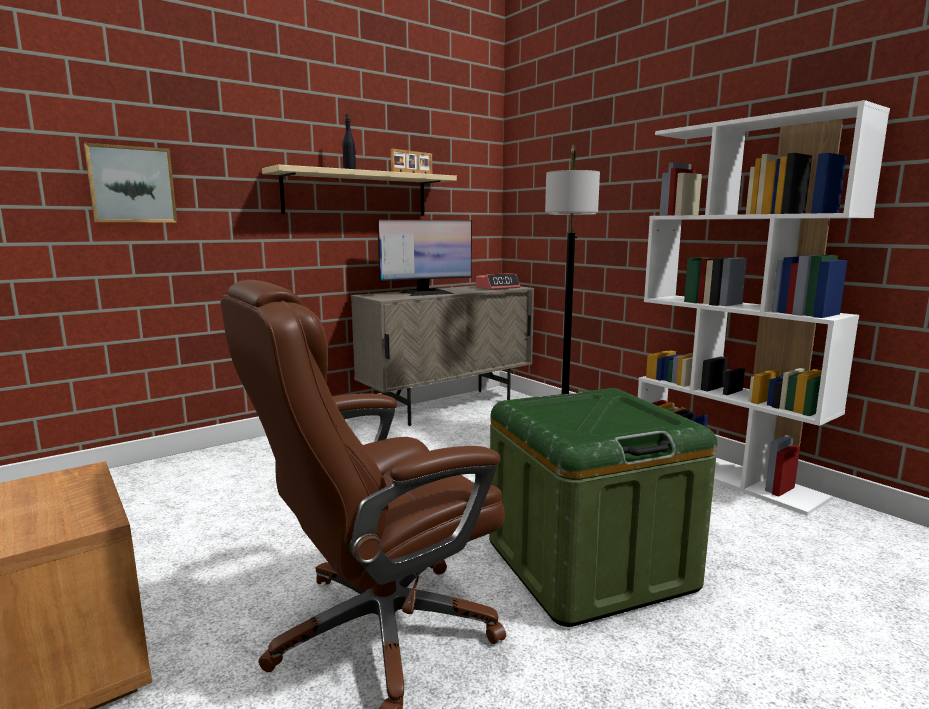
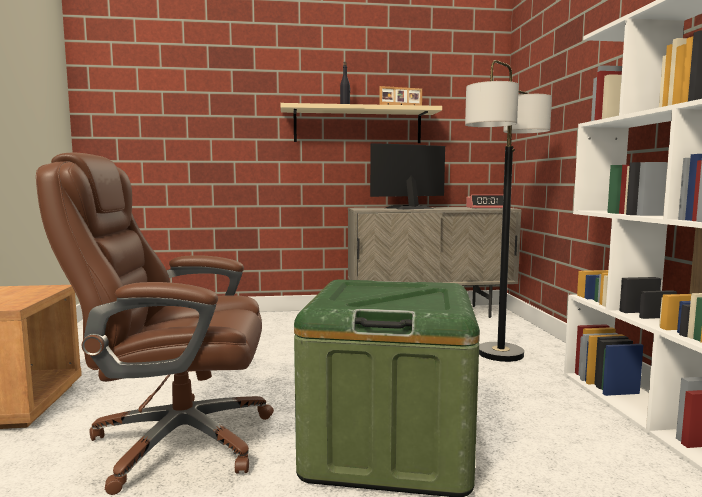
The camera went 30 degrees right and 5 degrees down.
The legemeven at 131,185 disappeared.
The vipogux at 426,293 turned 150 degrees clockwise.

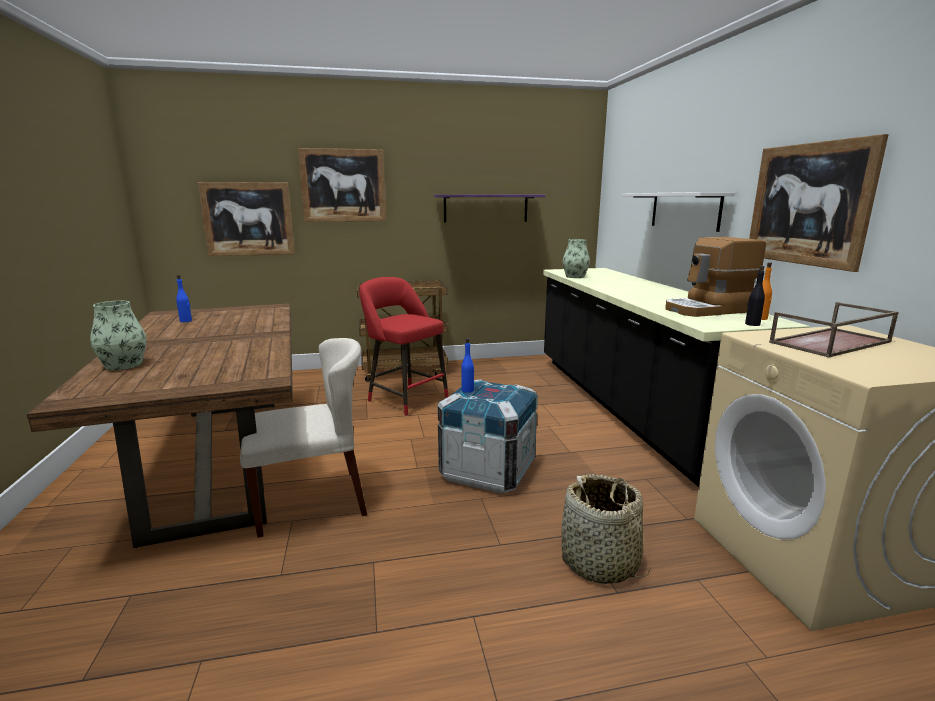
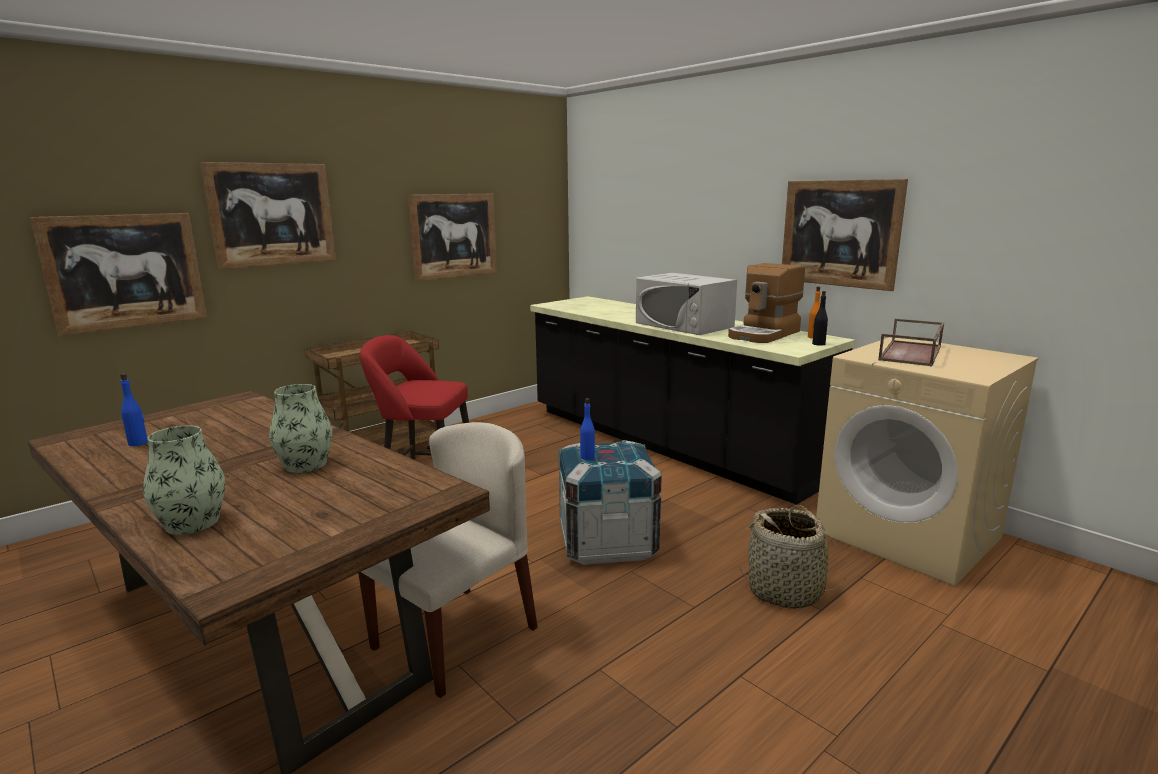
The camera went 30 degrees left and 0 degrees up.
The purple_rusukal at 486,208 was replaced by the legemeven at 454,236.
The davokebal moved from 575,276 to 305,464.
The white_rusukal at 684,210 disappeared.
The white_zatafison at 684,325 appeared.

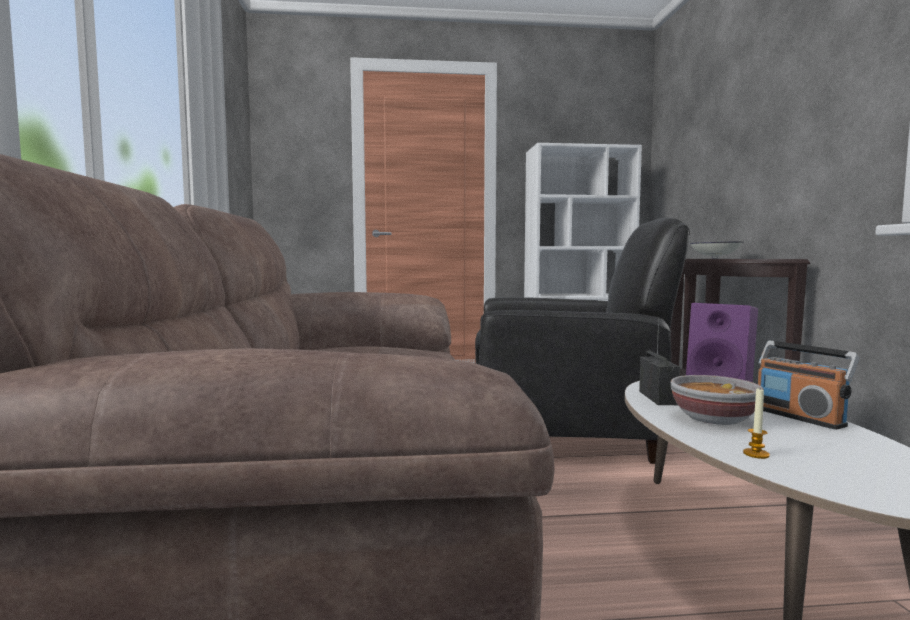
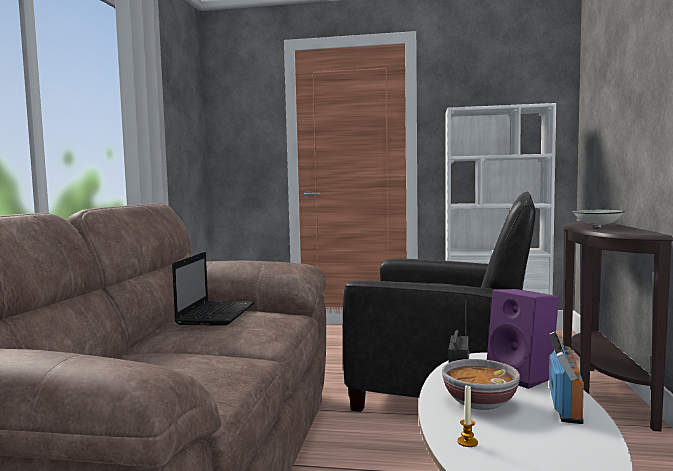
The camera went 15 degrees right and 0 degrees up.
The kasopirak at 799,417 turned 150 degrees counterclockwise.
The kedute at 217,314 appeared.

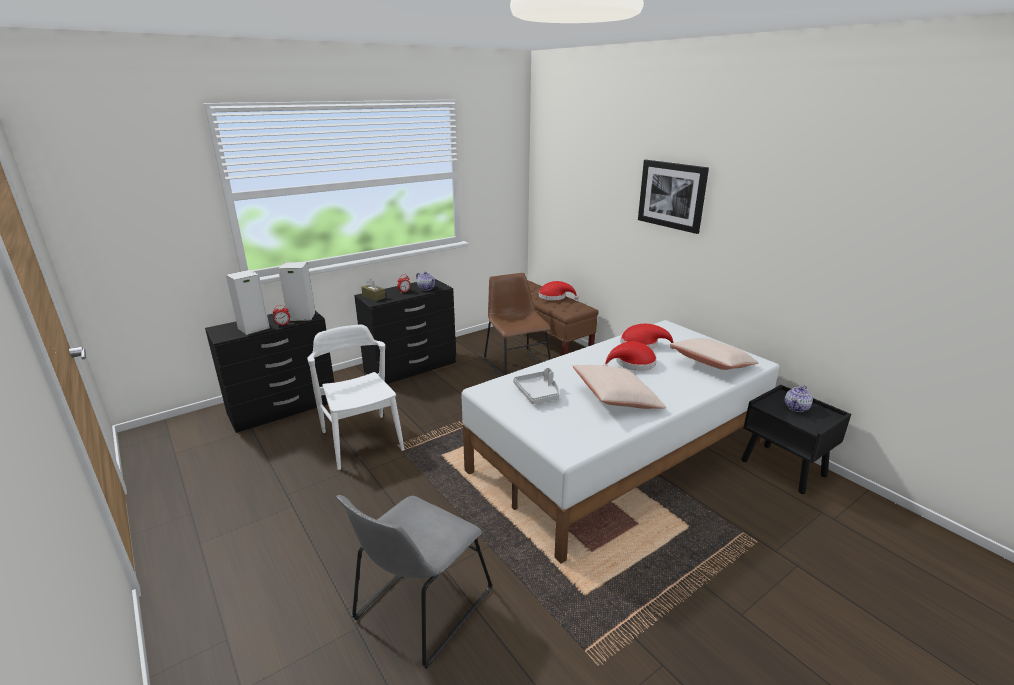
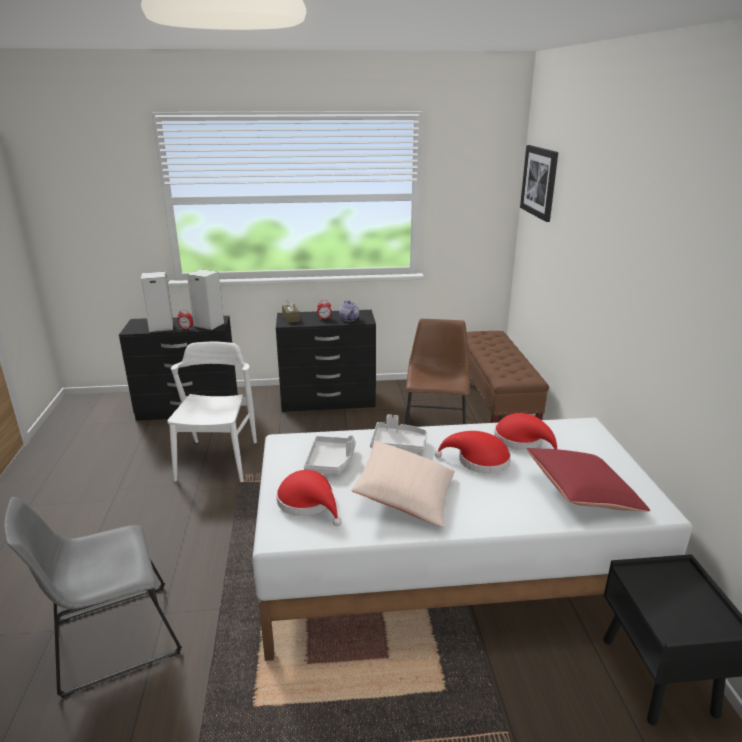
The camera went 30 degrees right and 0 degrees up.
The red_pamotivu moved from 554,297 to 308,502.
The legemeven moved from 672,195 to 539,182.
The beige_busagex at 712,365 became the red_busagex at 582,494.
The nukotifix at 796,407 disappeared.
The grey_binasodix at 398,444 appeared.

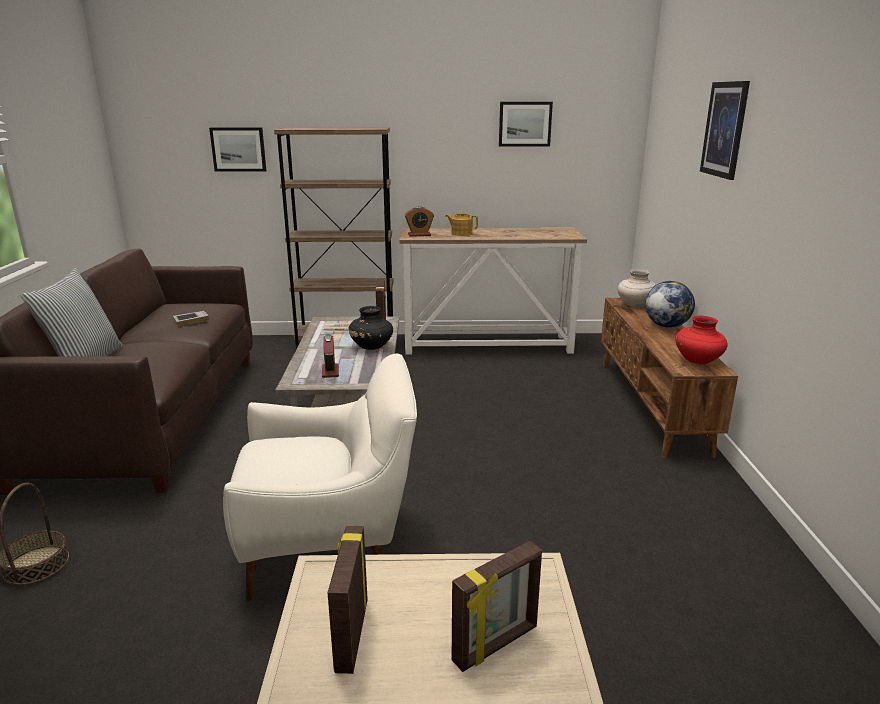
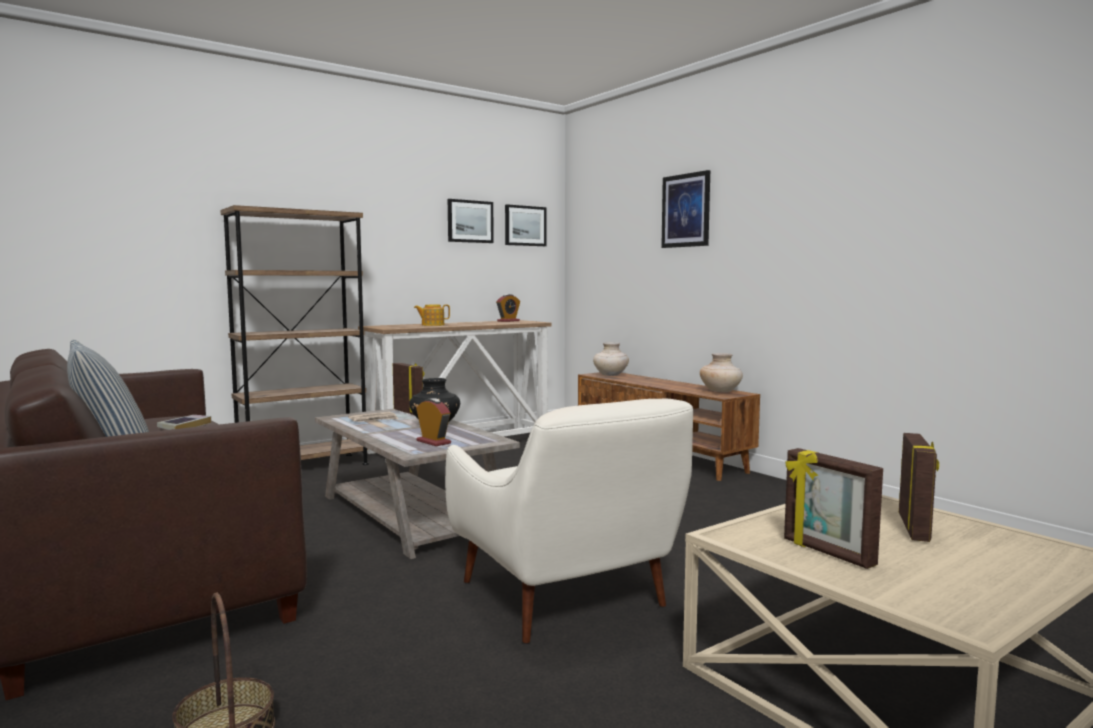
The camera went 35 degrees left and 15 degrees down.
The legemeven moved from 238,149 to 525,226.
The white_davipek at 330,546 turned 105 degrees clockwise.
The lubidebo moved from 419,235 to 508,321.
The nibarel at 666,326 disappeared.
The red_davokebal at 698,361 became the beige_davokebal at 721,391.

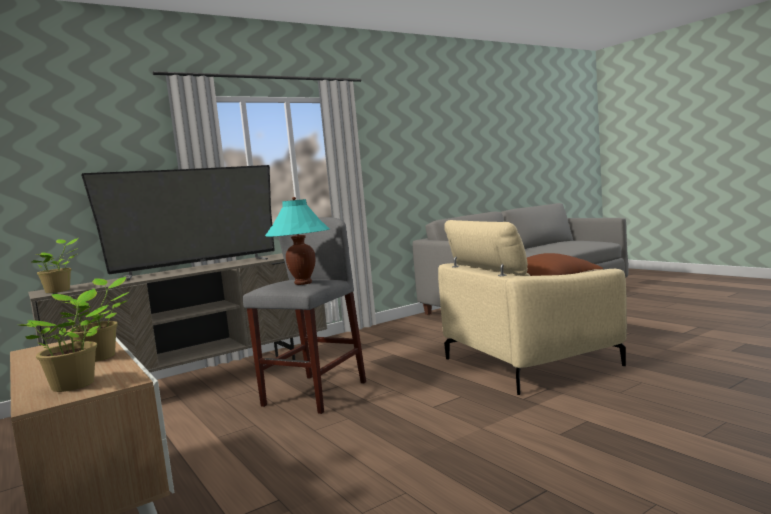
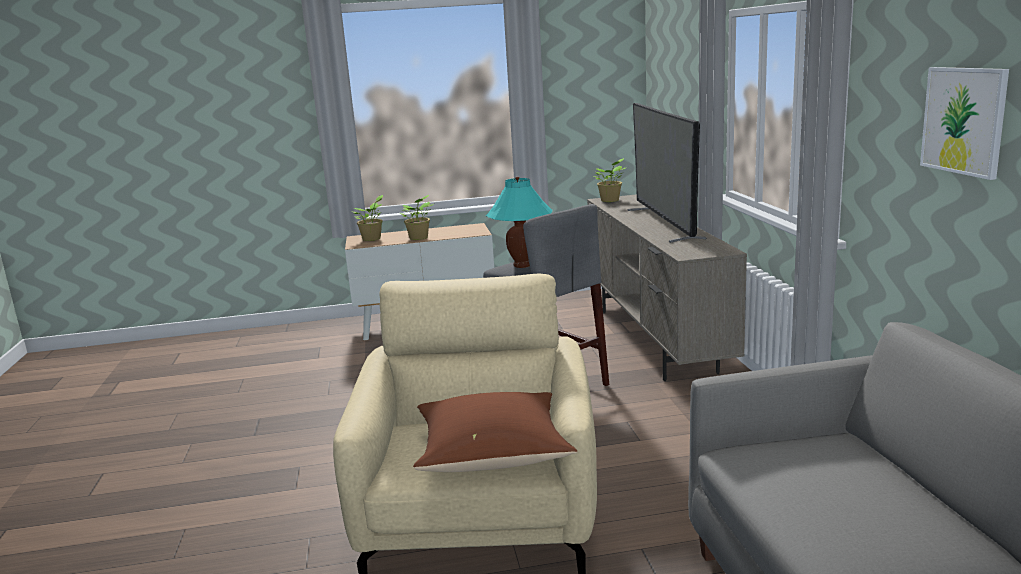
The camera went 115 degrees right and 10 degrees up.
The legemeven at 964,120 appeared.

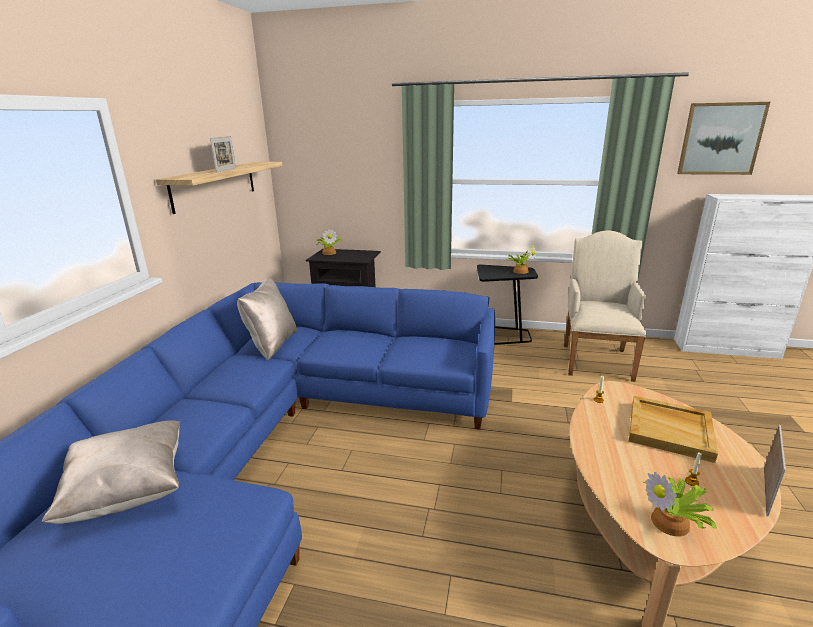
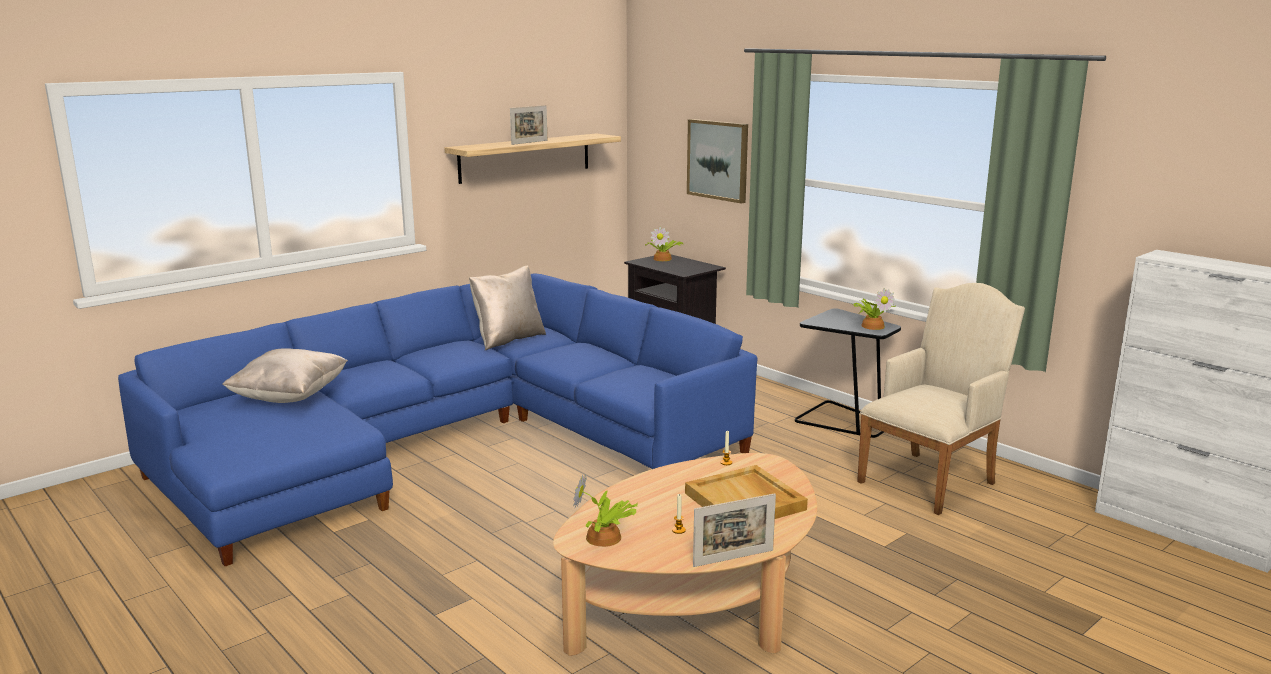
The camera went 35 degrees right and 5 degrees down.
The legemeven moved from 720,139 to 718,160.

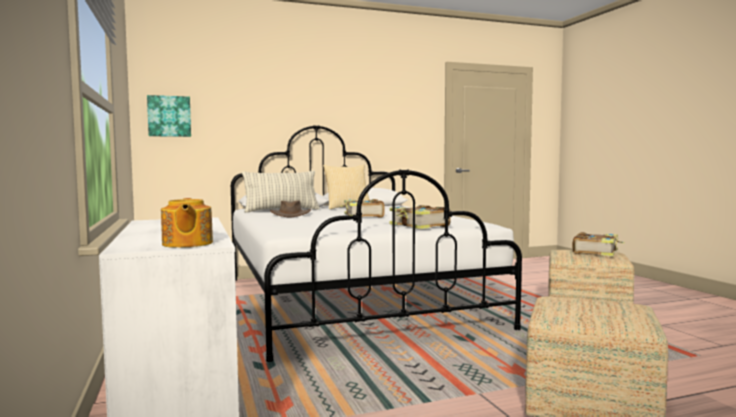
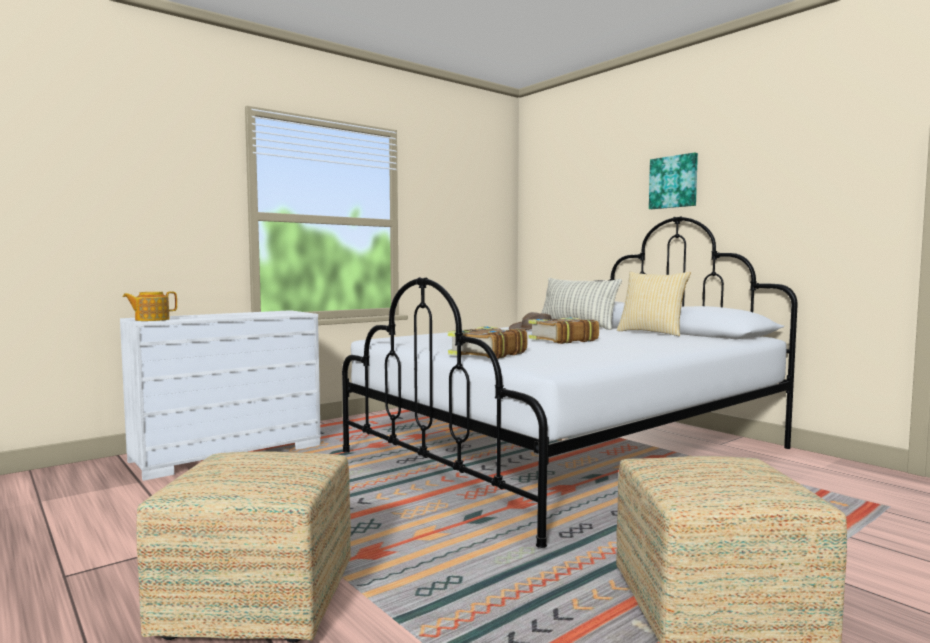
The camera went 70 degrees right and 0 degrees up.
The legemeven moved from 169,116 to 674,182.
The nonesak at 596,252 disappeared.

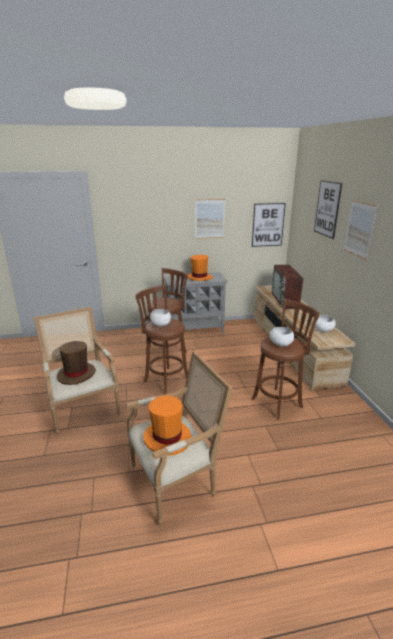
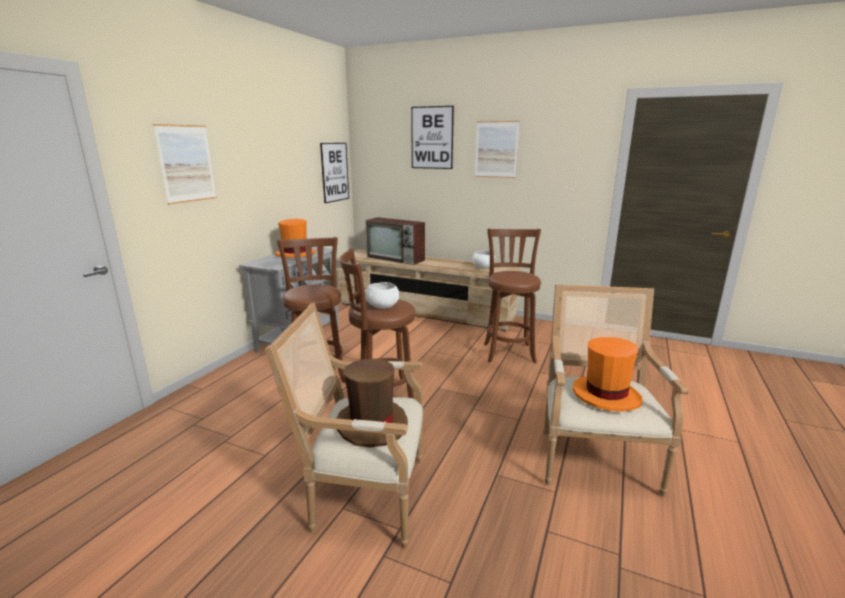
The camera went 55 degrees left and 5 degrees down.
The legemeven moved from 210,219 to 186,164.
The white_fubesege at 280,344 disappeared.

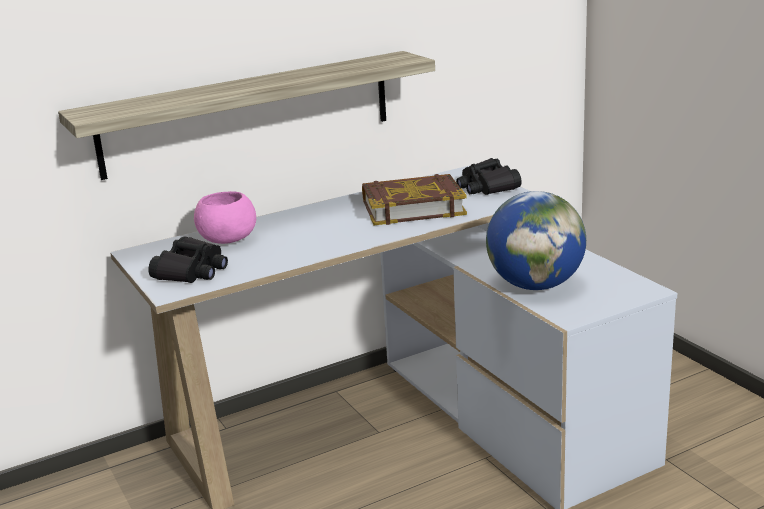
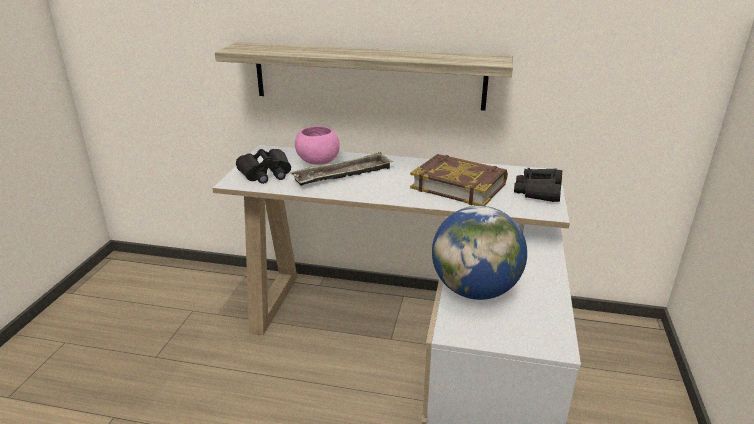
The camera went 40 degrees right and 5 degrees up.
The binasodix at 343,175 appeared.

